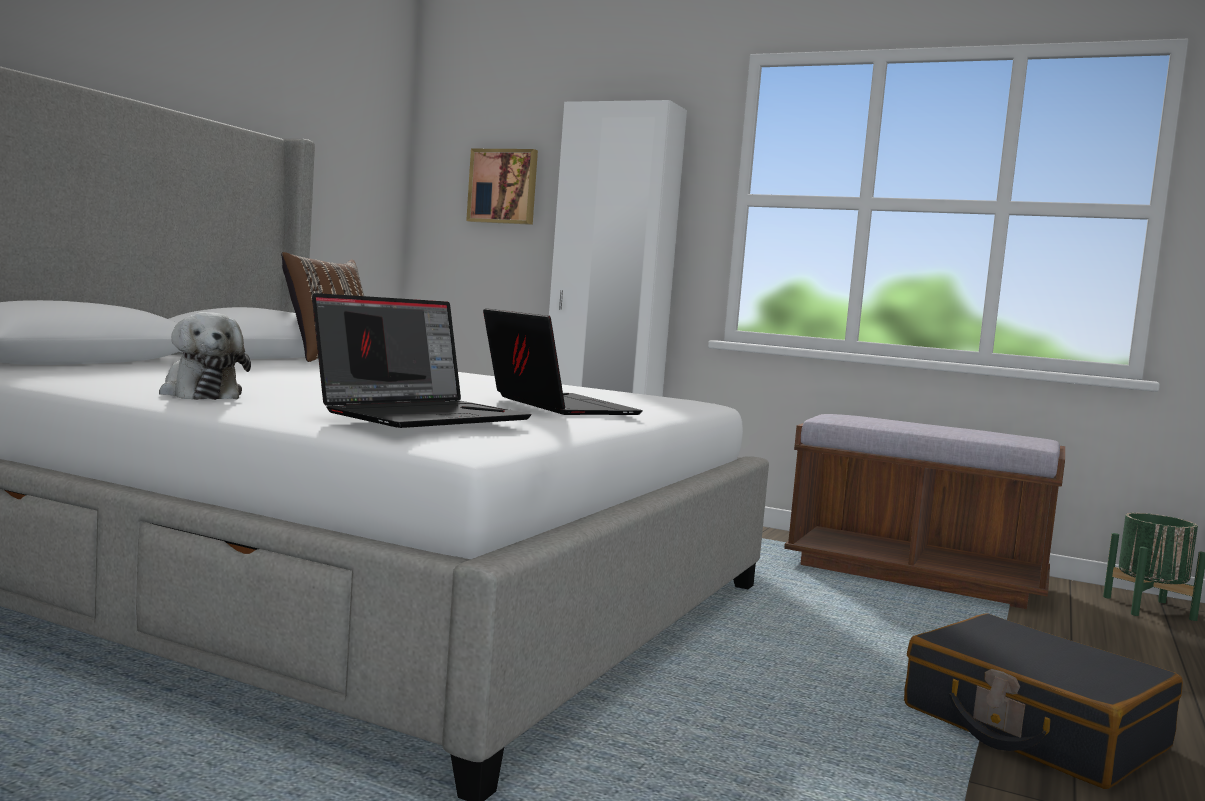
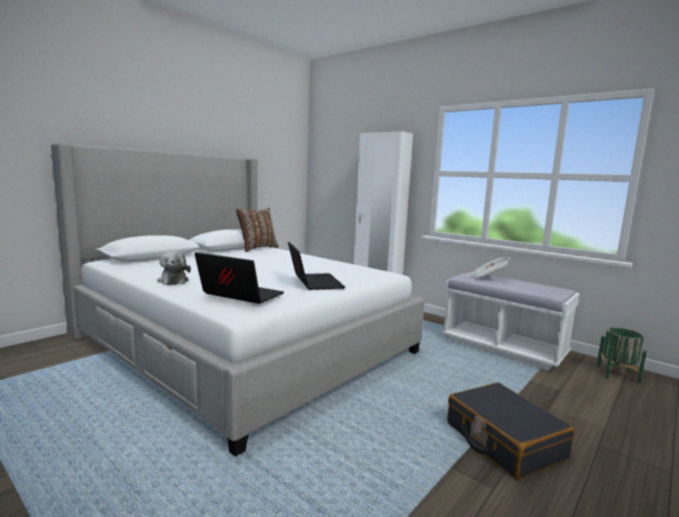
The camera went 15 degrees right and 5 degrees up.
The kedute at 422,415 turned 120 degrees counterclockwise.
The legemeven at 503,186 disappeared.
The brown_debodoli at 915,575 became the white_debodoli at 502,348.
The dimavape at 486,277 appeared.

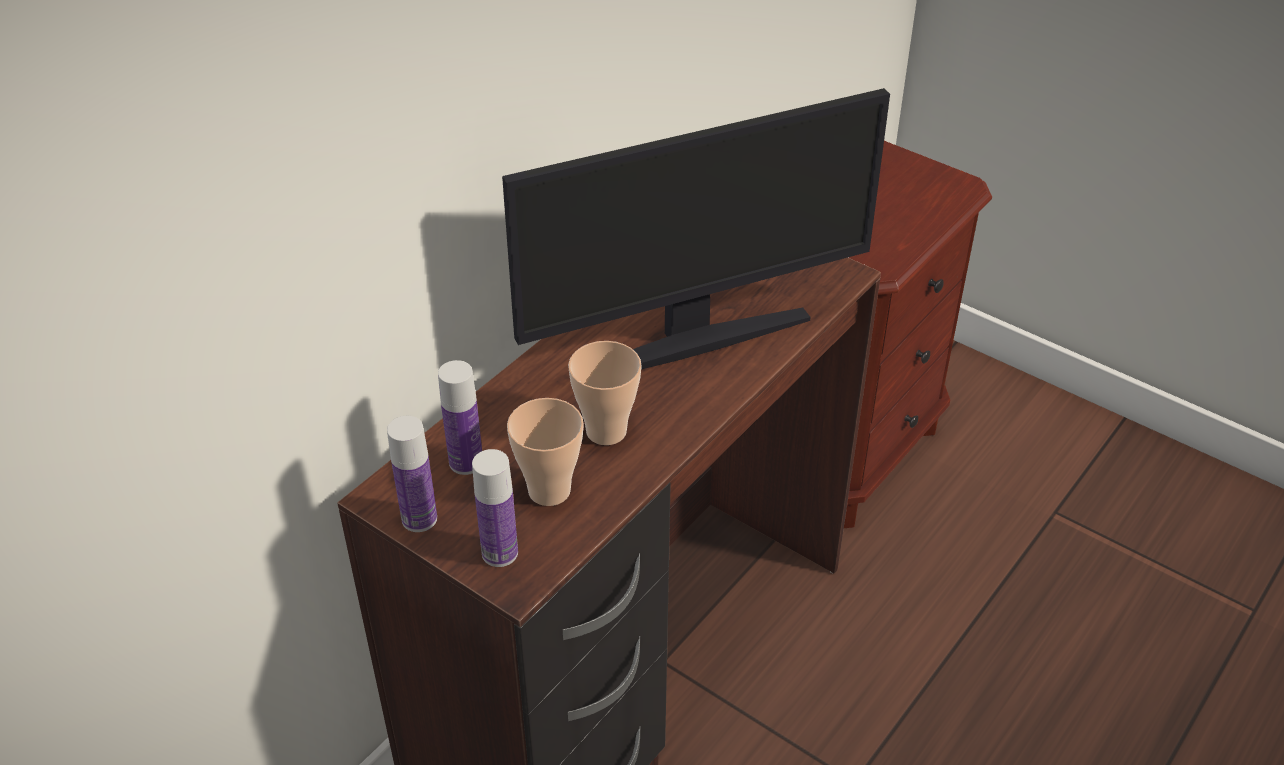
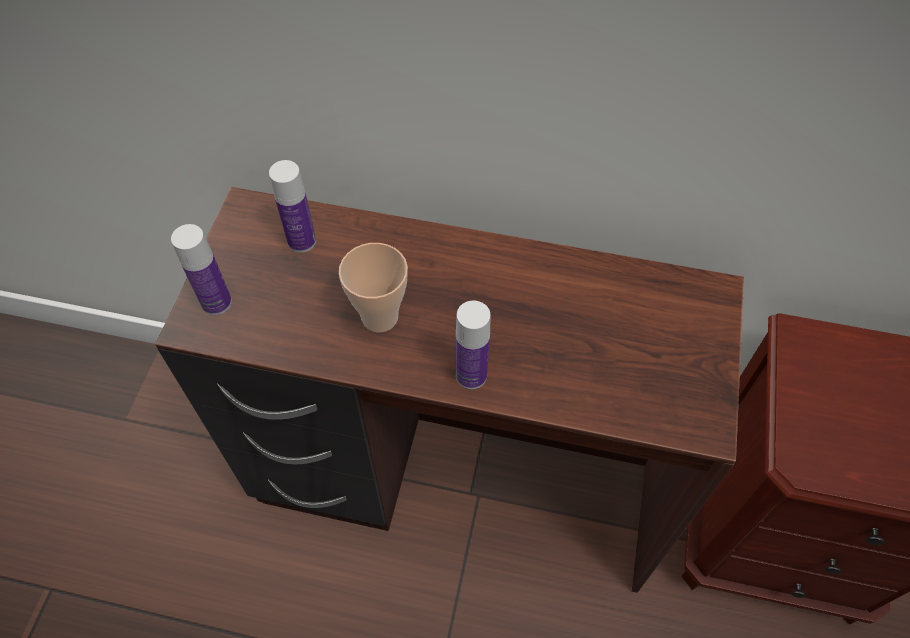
The camera went 65 degrees right and 15 degrees up.
The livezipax moved from 419,519 to 471,375.
The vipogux at 692,341 disappeared.
The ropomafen at 549,490 disappeared.

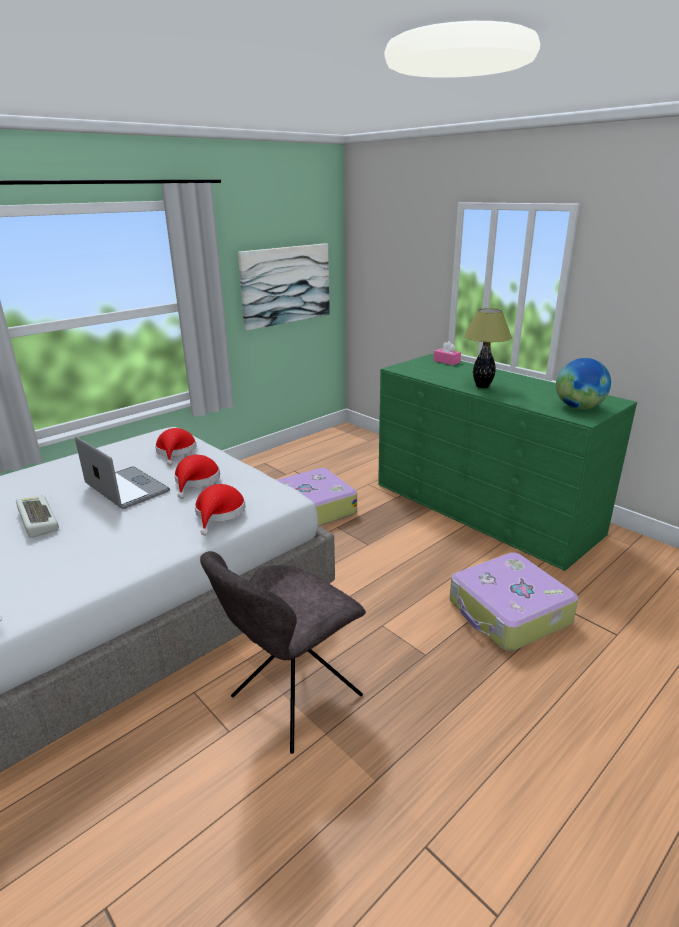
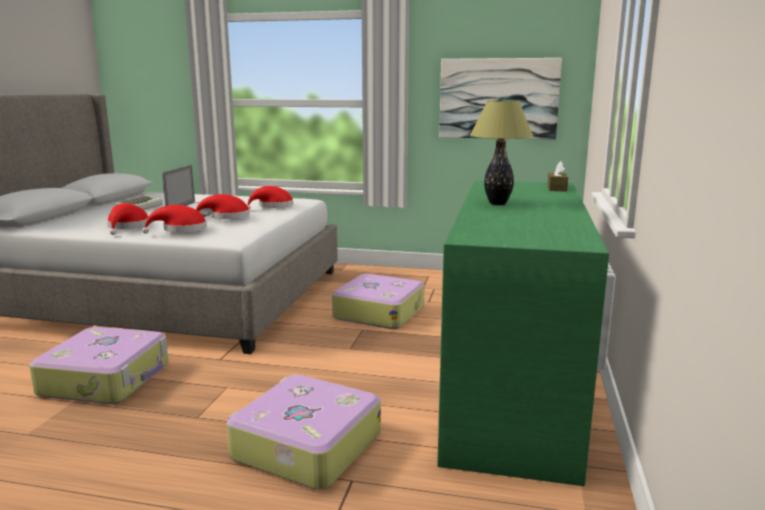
The camera went 55 degrees right and 10 degrees down.
The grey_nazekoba at 292,699 was replaced by the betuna at 107,379.
The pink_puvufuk at 446,361 became the brown_puvufuk at 556,188.
The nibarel at 578,407 disappeared.
The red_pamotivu at 127,227 appeared.

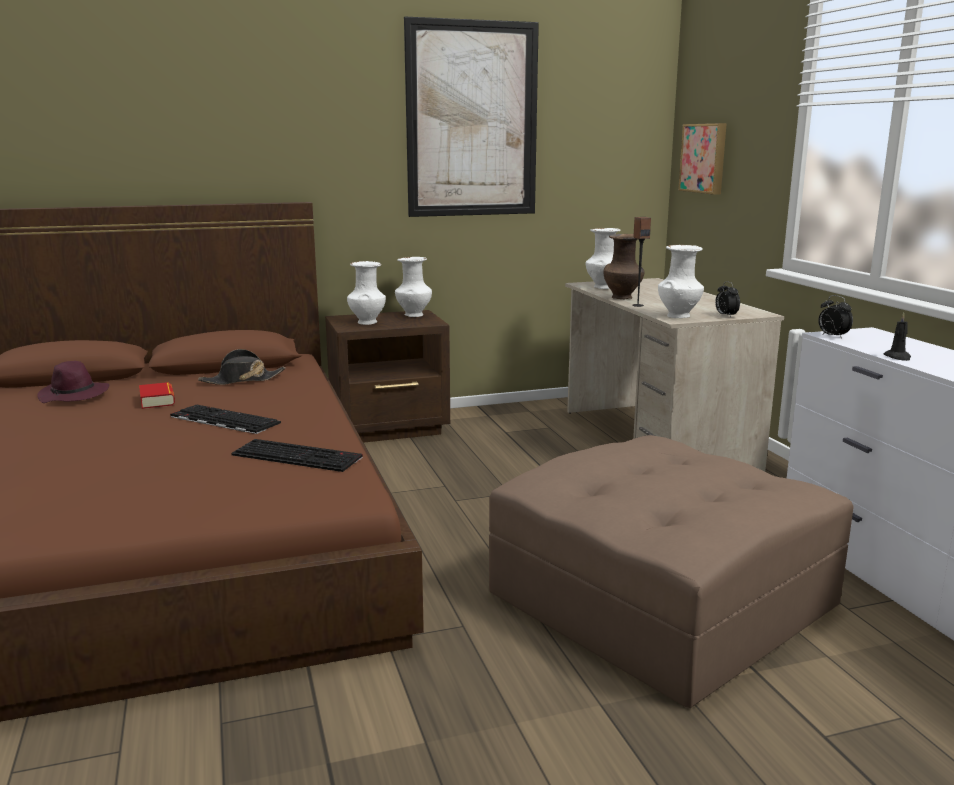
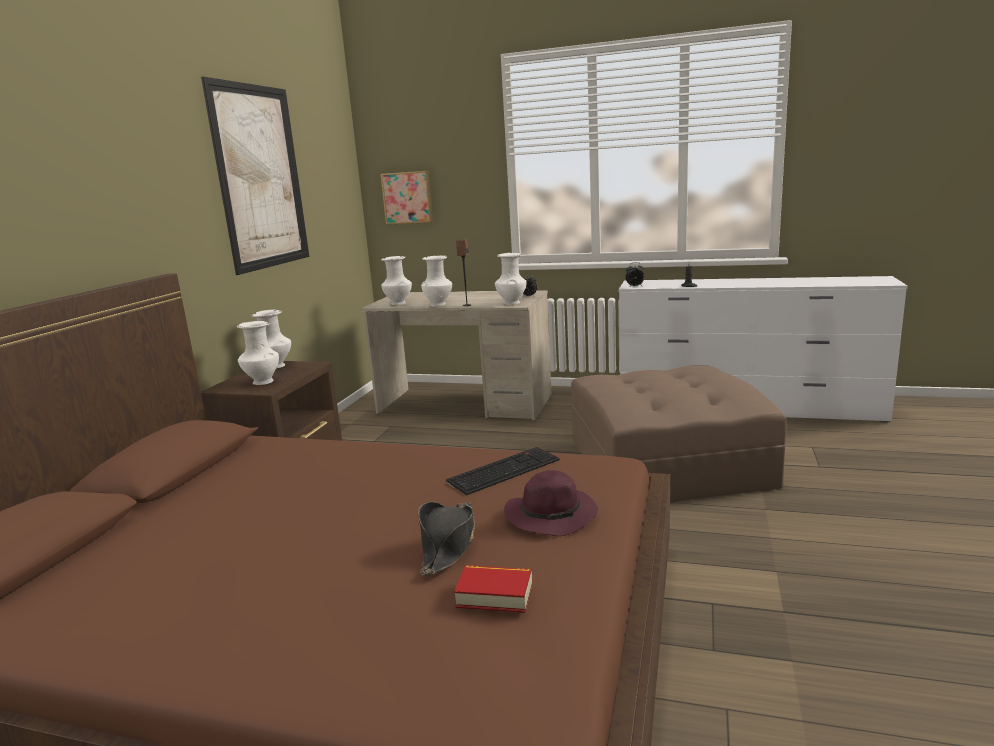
The camera went 55 degrees left and 0 degrees up.
The purple_pamotivu moved from 74,396 to 552,515.
The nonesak moved from 157,400 to 495,595.
The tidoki at 222,420 disappeared.
The black_pamotivu moved from 242,380 to 448,545.
The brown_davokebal at 623,298 became the white_davokebal at 438,304.

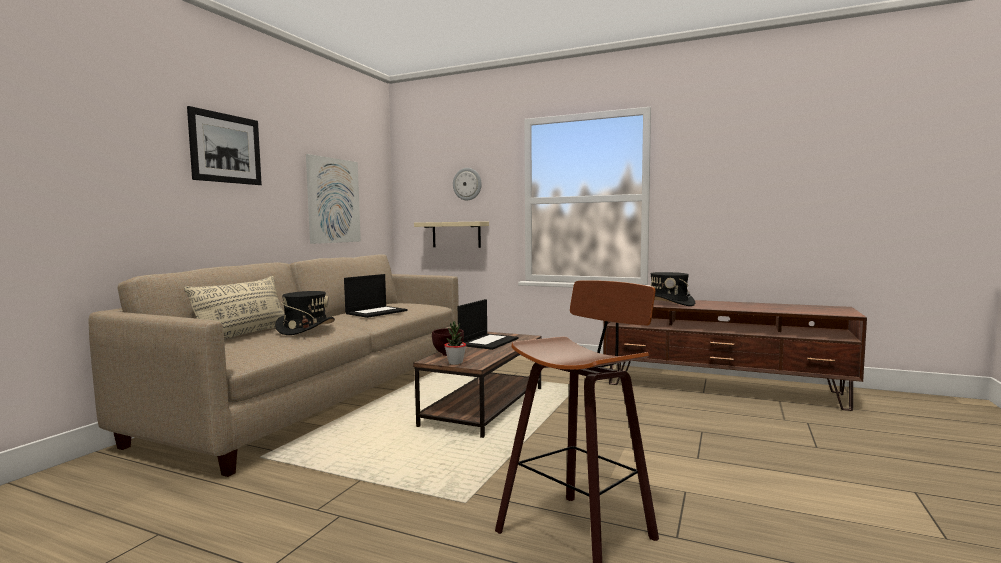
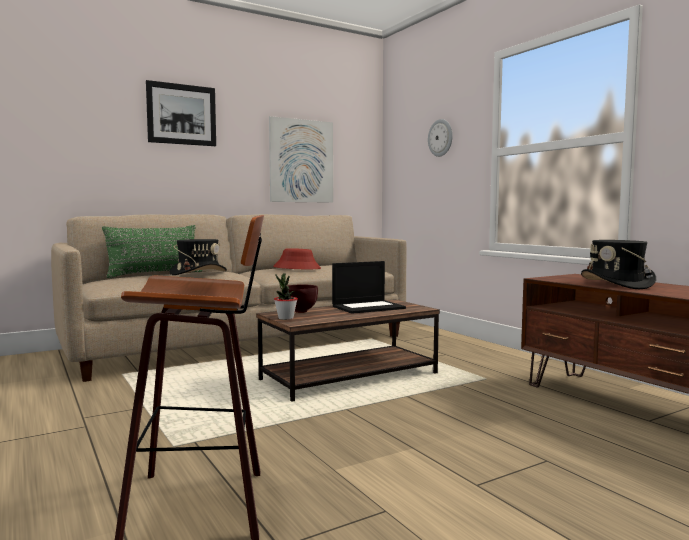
The camera went 35 degrees right and 0 degrees up.
The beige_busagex at 244,336 became the green_busagex at 155,274.
The kedute at 376,312 was replaced by the red_pamotivu at 297,268.
The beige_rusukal at 456,234 disappeared.

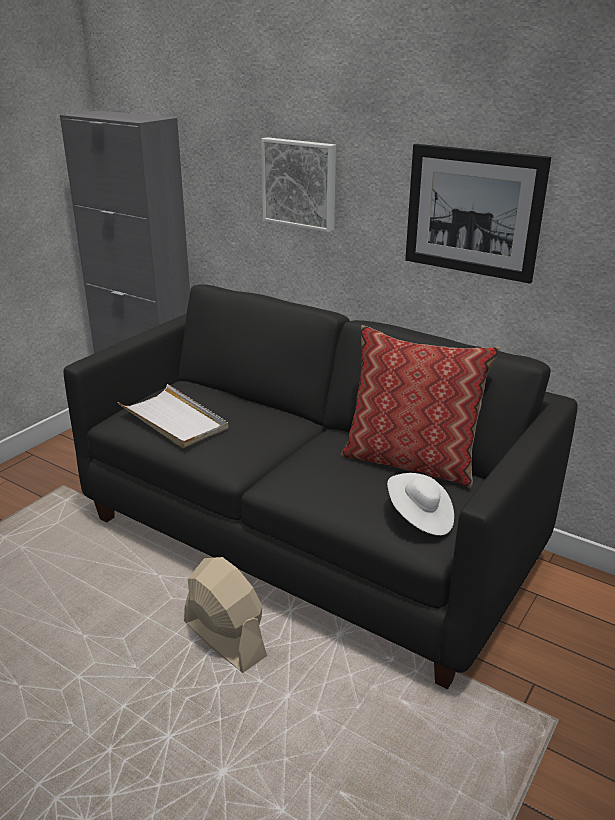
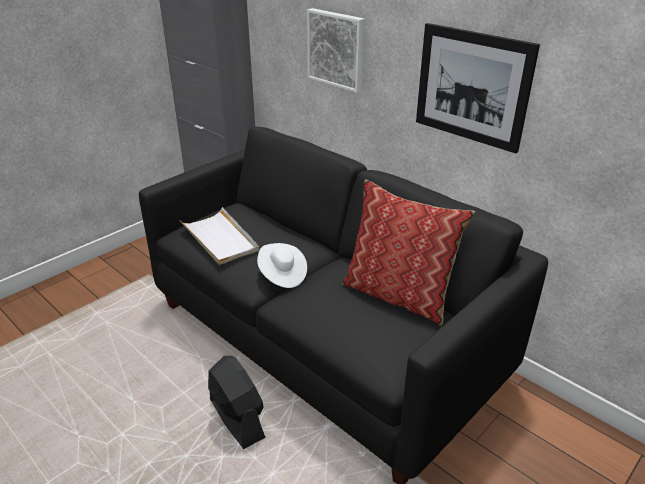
The camera went 10 degrees right and 5 degrees up.
The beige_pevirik at 224,639 became the black_pevirik at 237,418.
The white_pamotivu moved from 419,518 to 282,275.

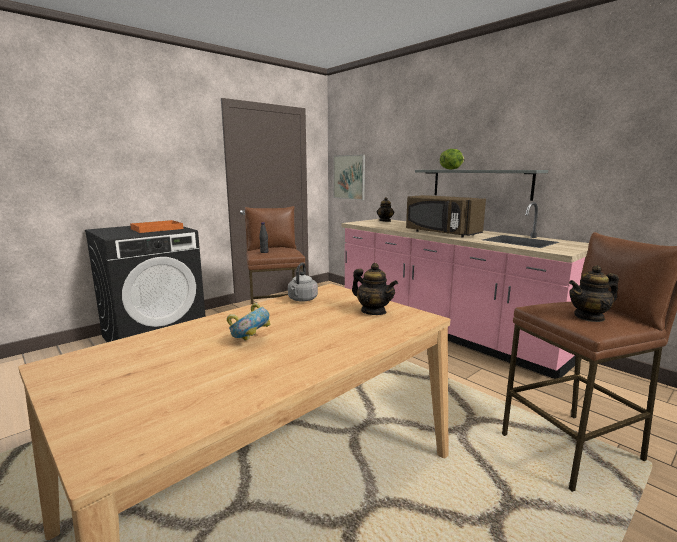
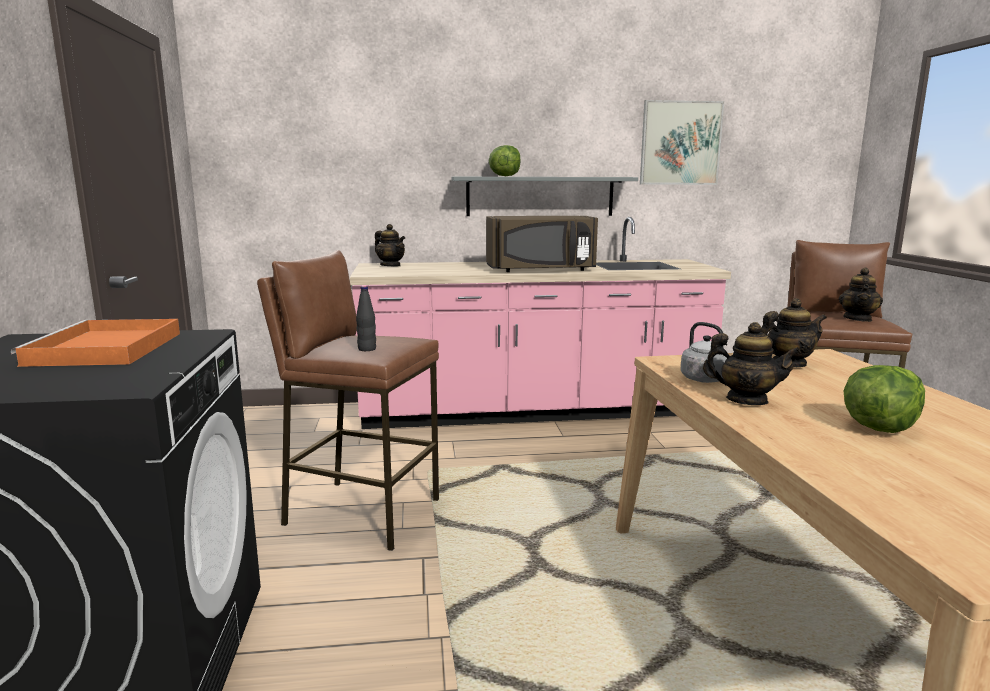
The camera went 55 degrees left and 0 degrees up.
The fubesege at 250,340 was replaced by the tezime at 878,428.
The legemeven moved from 349,177 to 680,143.
The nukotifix at 746,400 appeared.

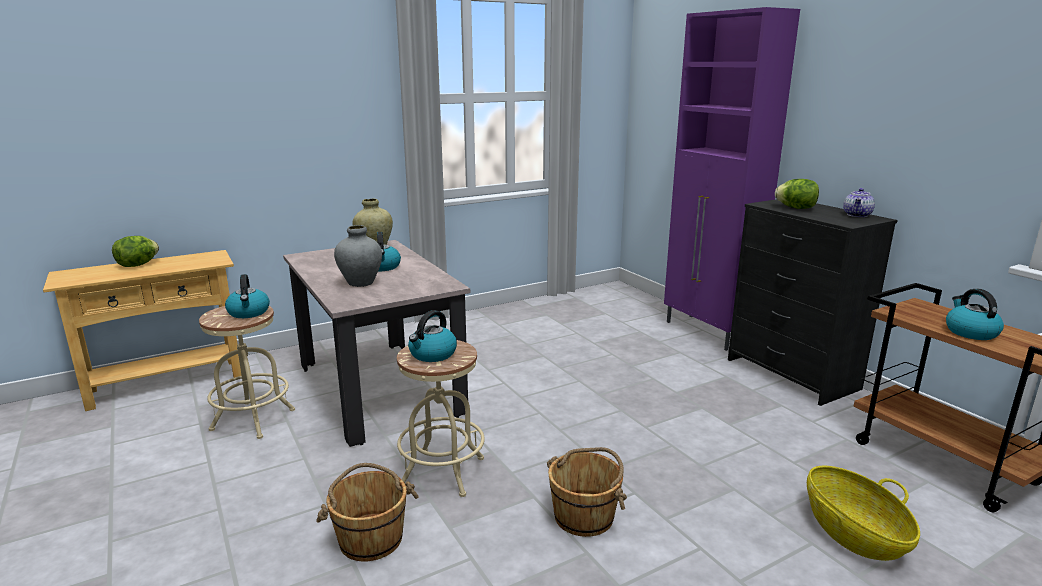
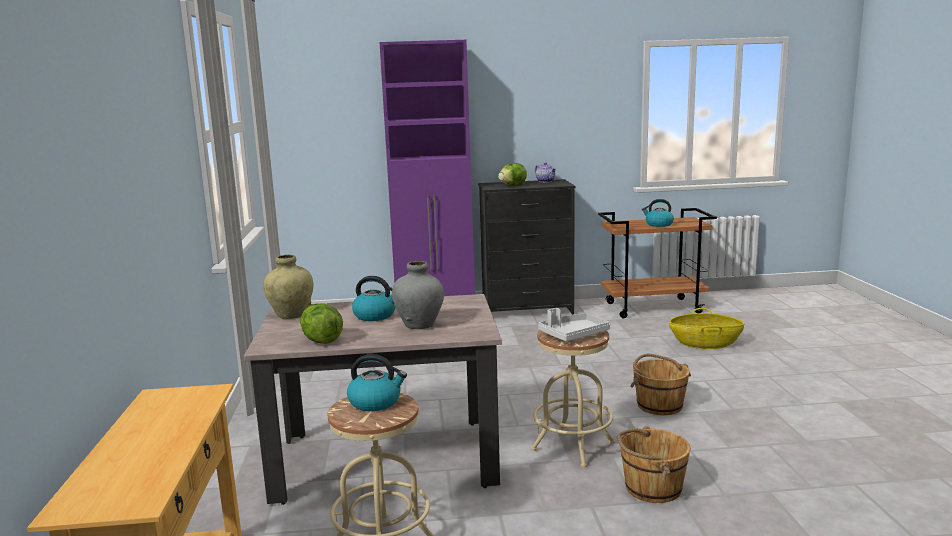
The camera went 65 degrees left and 5 degrees down.
The tezime moved from 138,265 to 321,341.
The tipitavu at 432,354 was replaced by the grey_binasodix at 573,335.

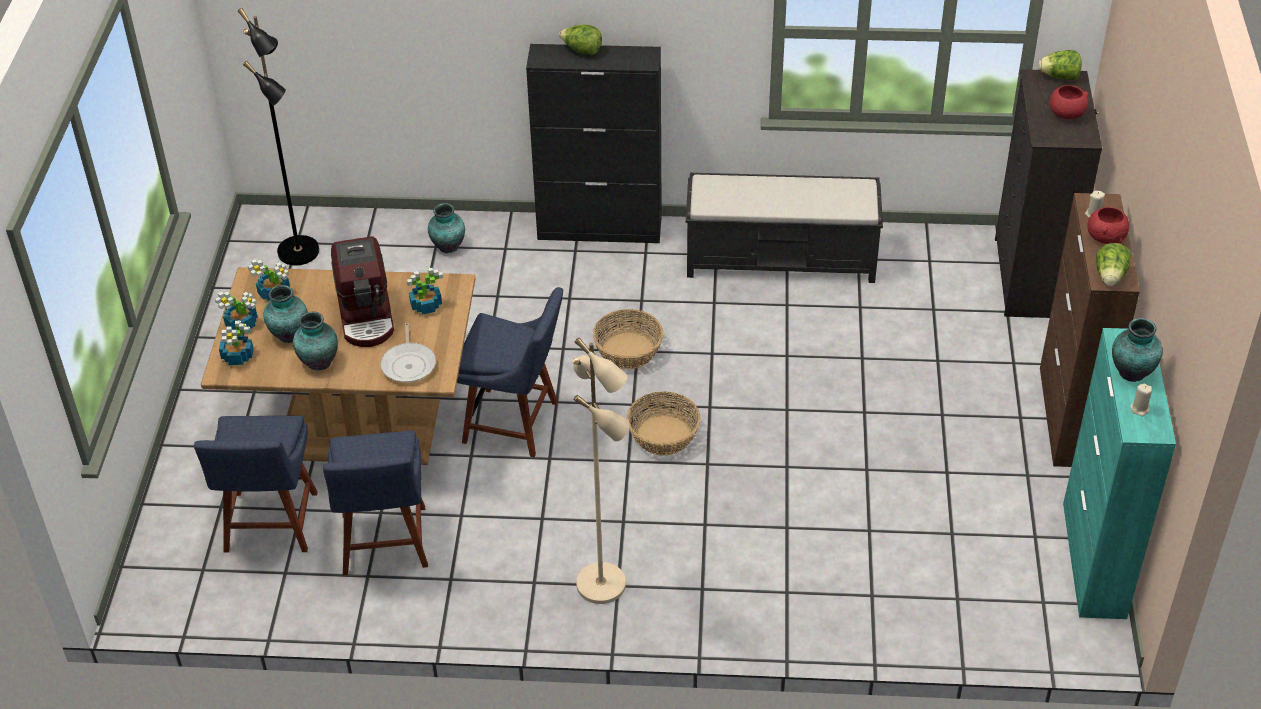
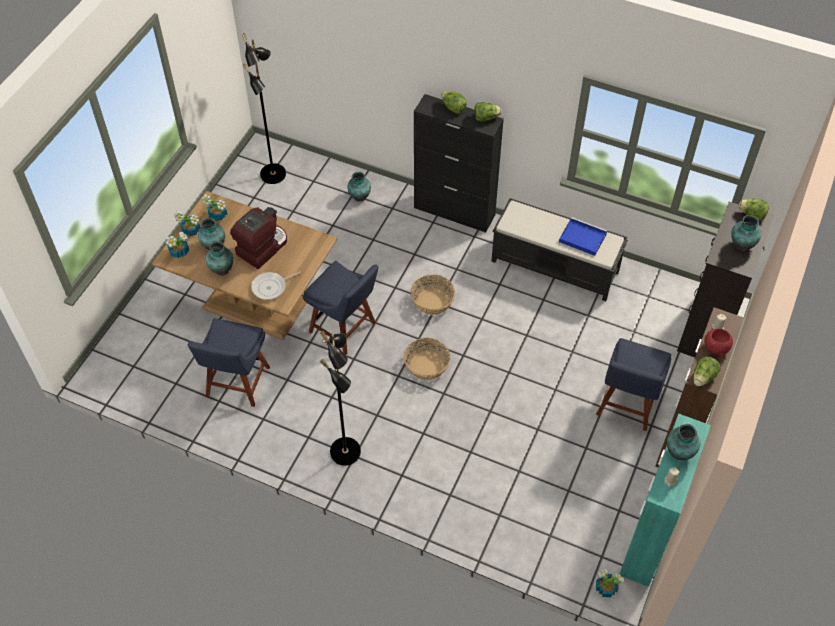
The camera went 20 degrees right and 10 degrees up.
The blue_nazekoba moved from 270,526 to 626,406.
The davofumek at 367,317 turned 150 degrees counterclockwise.
The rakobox at 409,364 turned 45 degrees clockwise.
The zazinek moved from 425,306 to 605,587.
The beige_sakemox at 603,584 became the black_sakemox at 346,452.
The red_fubesege at 1066,114 was replaced by the davokebal at 741,245.
The tezime at 486,118 appeared.
The blue_binasodix at 581,238 appeared.

